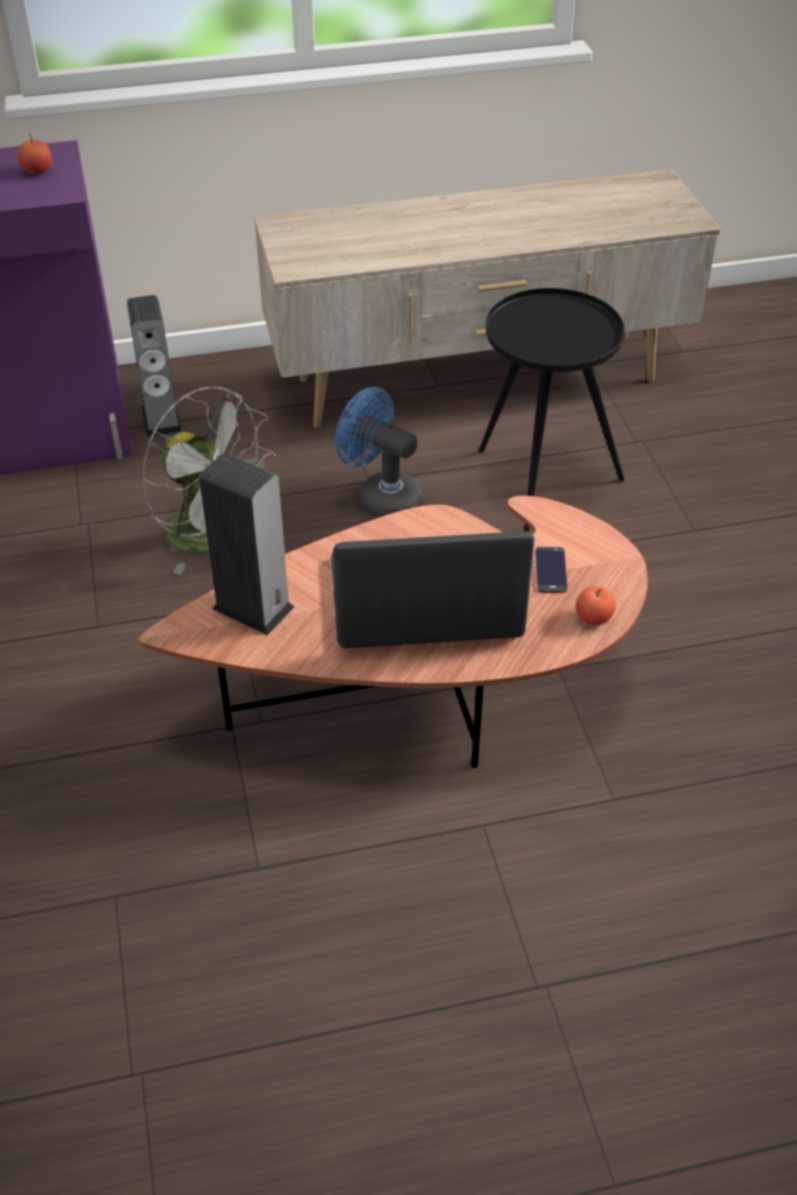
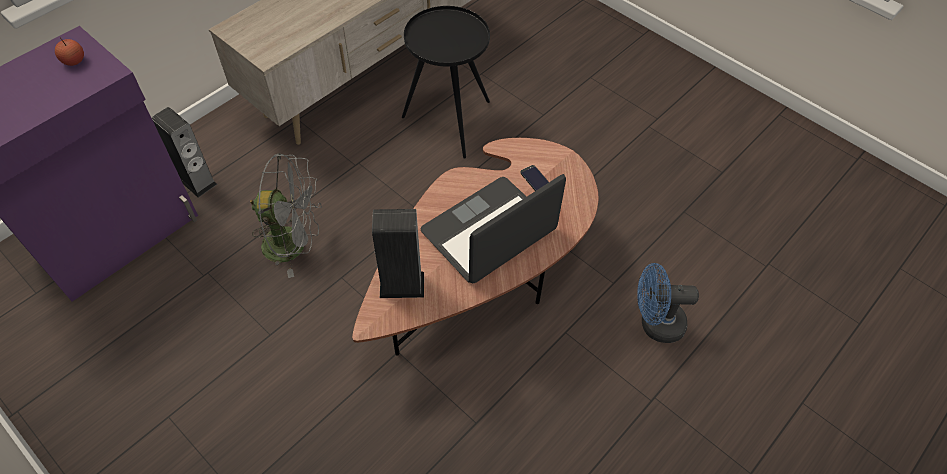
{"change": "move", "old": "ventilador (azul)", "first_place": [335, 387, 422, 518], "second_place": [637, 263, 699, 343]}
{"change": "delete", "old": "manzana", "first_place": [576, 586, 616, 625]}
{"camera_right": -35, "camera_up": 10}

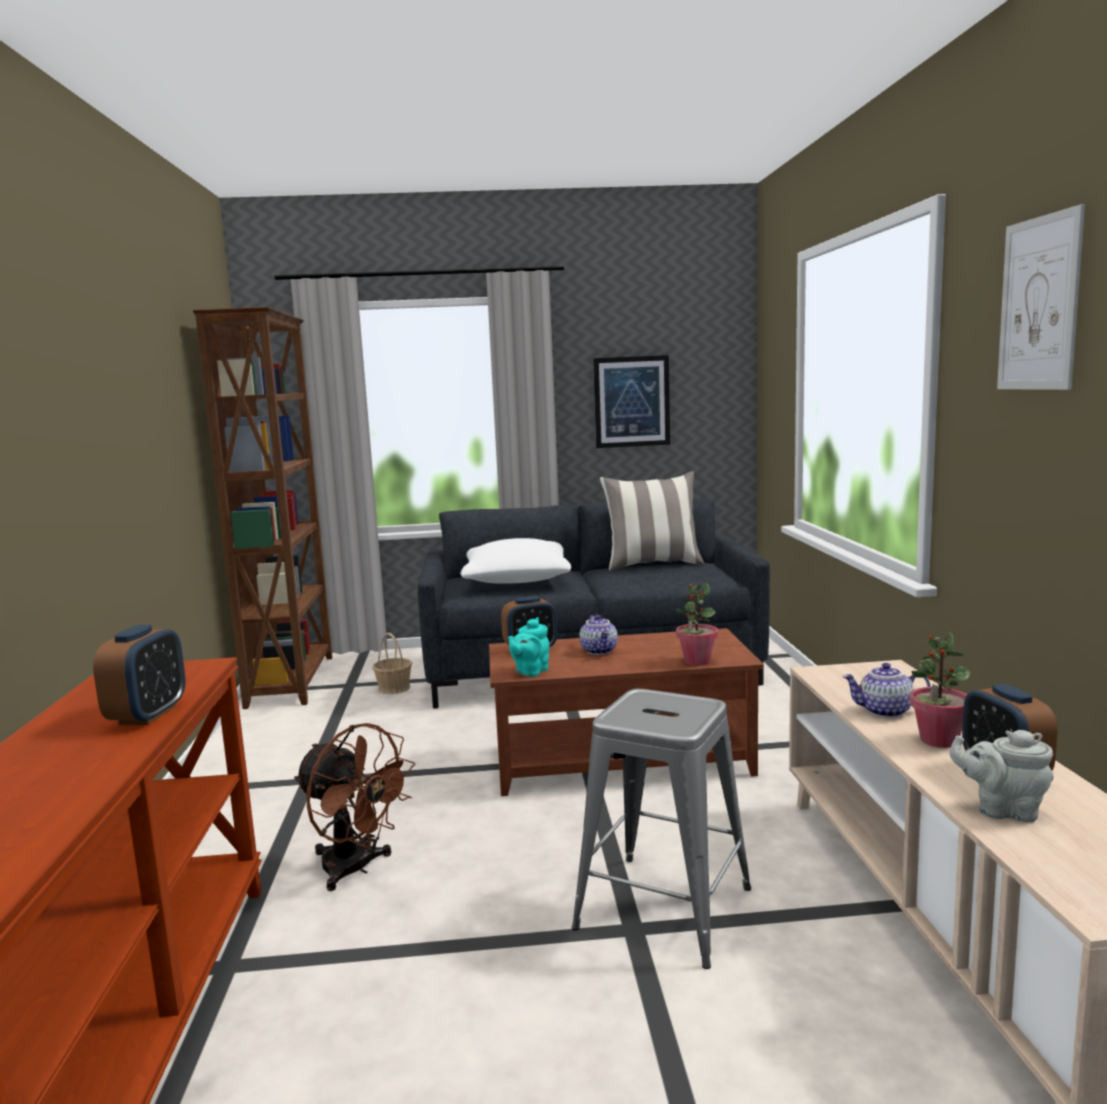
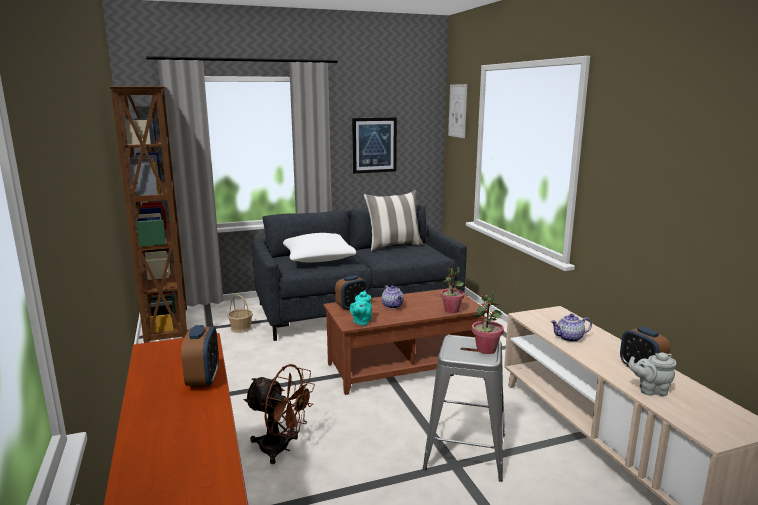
{"change": "move", "old": "planta en maceta", "first_place": [910, 632, 970, 748], "second_place": [472, 292, 504, 354]}
{"change": "move", "old": "cuadro", "first_place": [997, 204, 1085, 390], "second_place": [448, 84, 467, 138]}
{"camera_right": -15, "camera_up": 5}

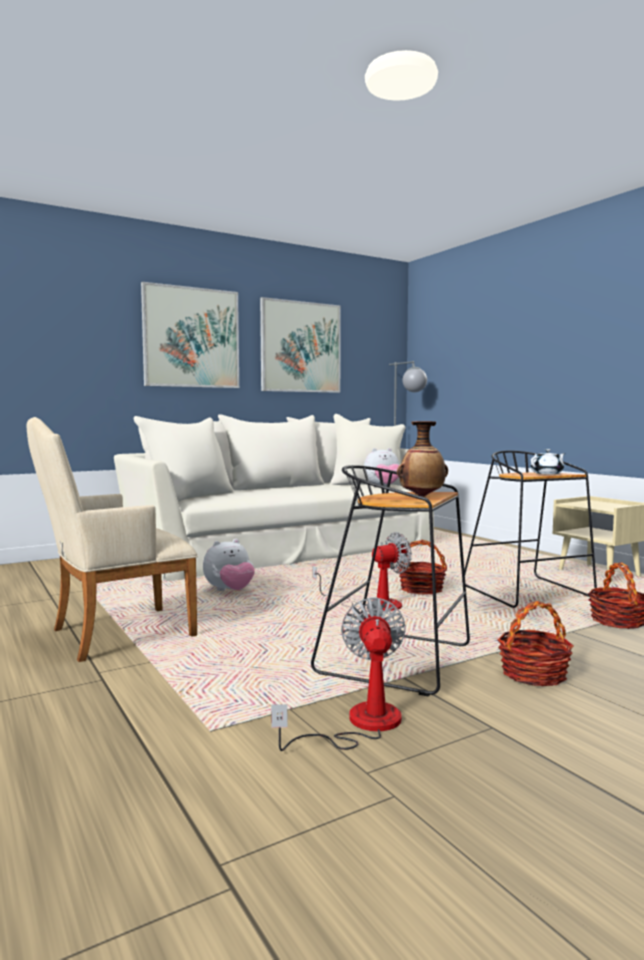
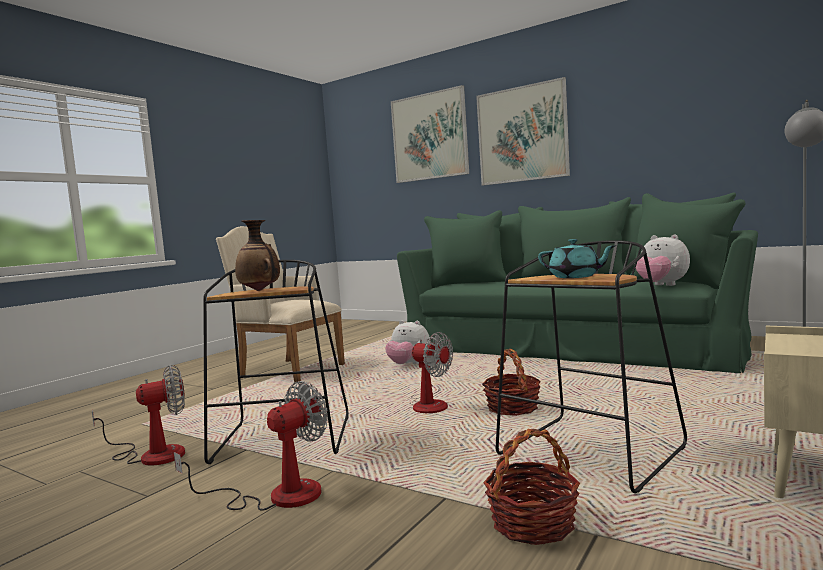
{"change": "recolor", "old": "sofá (beis)", "new": "sofá (verde)", "first_place": [114, 414, 436, 581], "second_place": [397, 193, 758, 373]}
{"change": "move", "old": "cuadro", "first_place": [260, 297, 341, 393], "second_place": [391, 85, 469, 183]}
{"change": "replace", "old": "cesta", "new": "ventilador", "first_place": [497, 601, 573, 687], "second_place": [174, 381, 328, 511]}
{"change": "recolor", "old": "tetera (blanco)", "new": "tetera (turquesa)", "first_place": [530, 449, 565, 474], "second_place": [538, 239, 617, 278]}
{"camera_right": 65, "camera_up": 0}

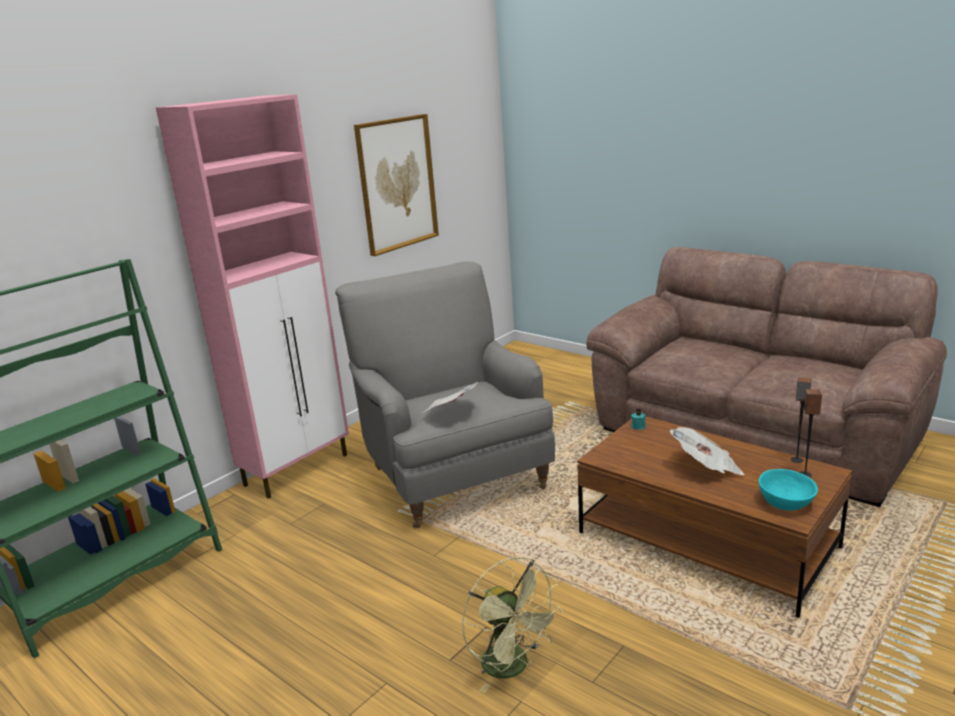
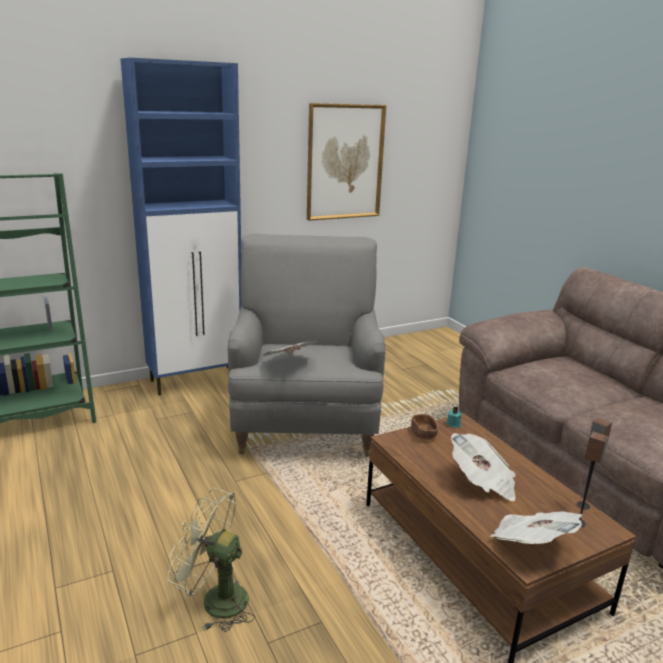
{"change": "recolor", "old": "armario (rosa)", "new": "armario (azul)", "first_place": [156, 94, 349, 499], "second_place": [120, 58, 242, 395]}
{"change": "rotate", "old": "ventilador (verde)", "first_place": [462, 557, 563, 693], "second_place": [167, 488, 255, 632], "degrees": 120}
{"change": "replace", "old": "cuenco (turquesa)", "new": "periódico", "first_place": [759, 469, 818, 511], "second_place": [490, 511, 582, 544]}
{"change": "insert", "new": "cuenco (marrón)", "second_place": [411, 414, 439, 439]}
{"camera_right": 20, "camera_up": 0}

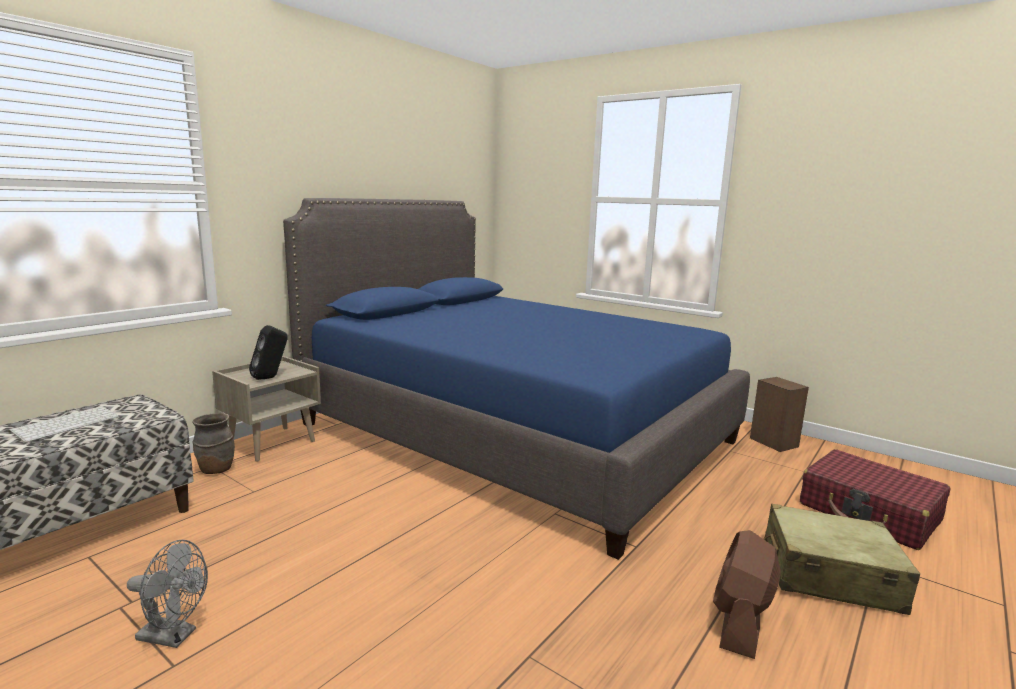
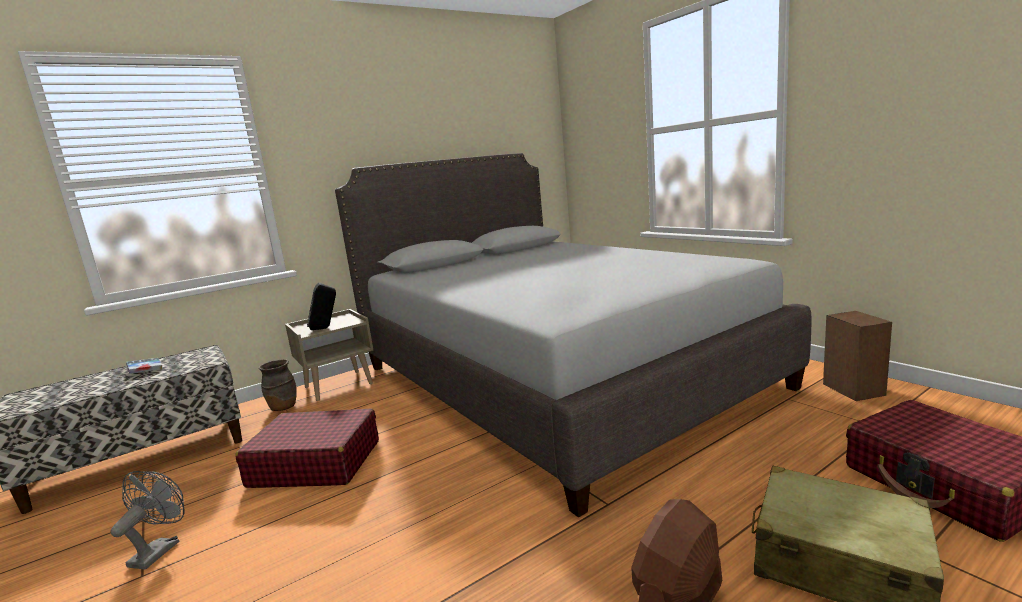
{"change": "replace", "old": "teclado", "new": "libro", "first_place": [8, 406, 119, 443], "second_place": [126, 358, 162, 374]}
{"change": "rotate", "old": "ventilador (gris)", "first_place": [127, 540, 208, 648], "second_place": [110, 471, 184, 570], "degrees": -105}
{"change": "recolor", "old": "cama (azul)", "new": "cama (gris)", "first_place": [283, 198, 750, 560], "second_place": [335, 153, 811, 518]}
{"change": "insert", "new": "maleta (rojo)", "second_place": [235, 408, 379, 488]}
{"camera_right": 20, "camera_up": 0}

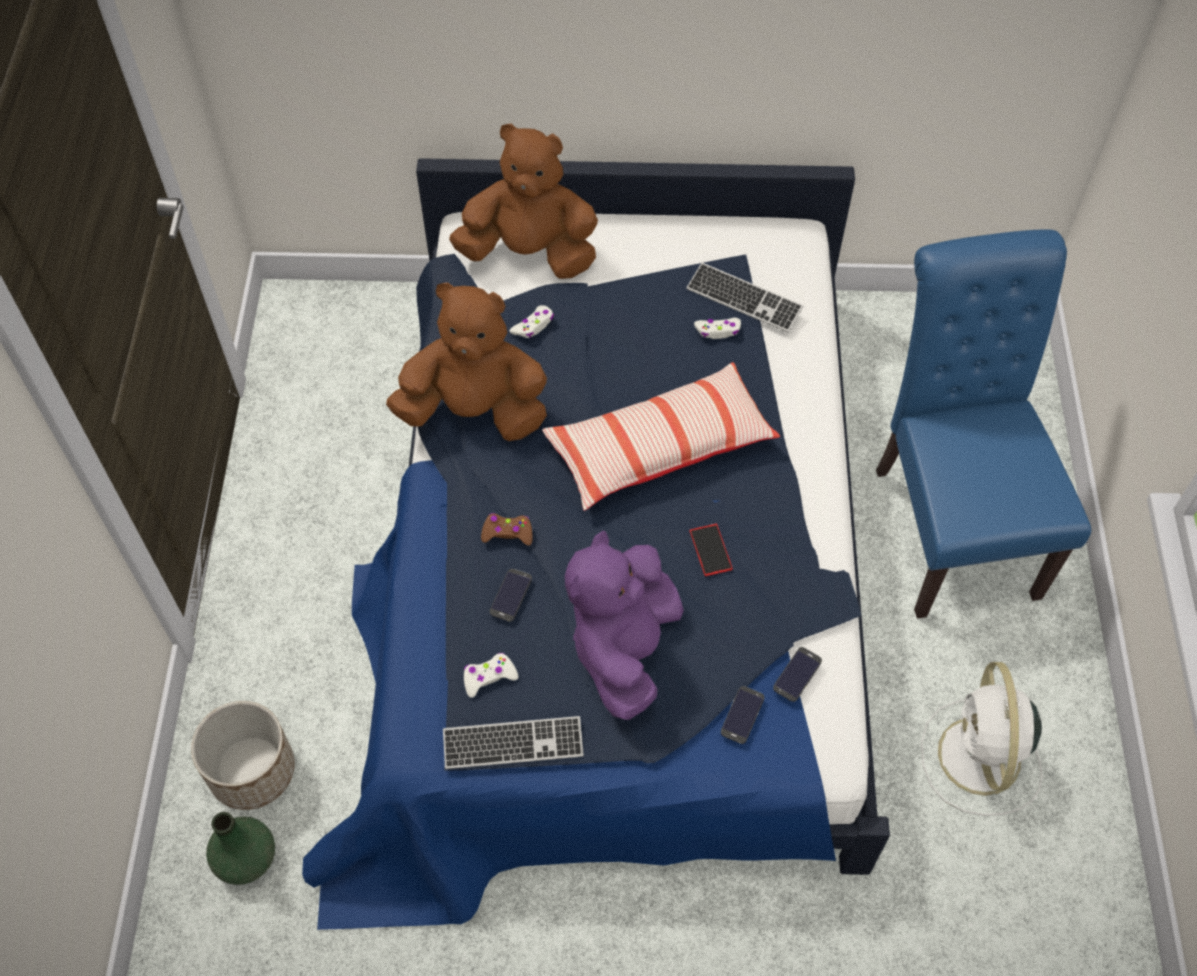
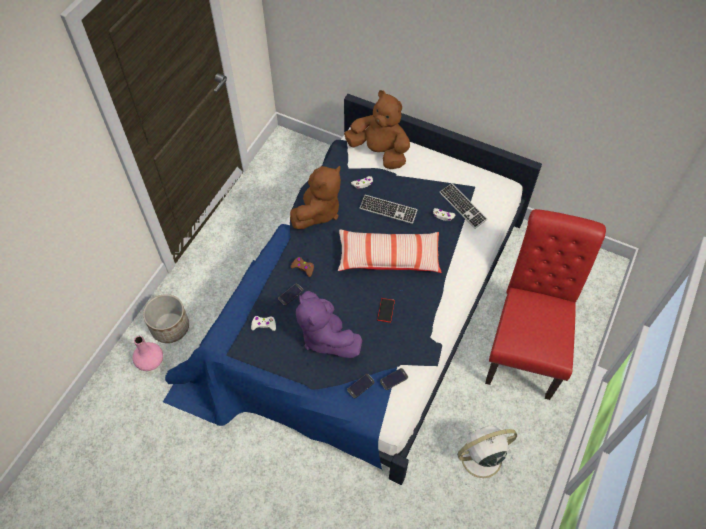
{"change": "recolor", "old": "florero (verde)", "new": "florero (rosa)", "first_place": [206, 812, 275, 885], "second_place": [133, 336, 163, 371]}
{"change": "rotate", "old": "peluche (marrón)", "first_place": [386, 282, 547, 441], "second_place": [290, 166, 341, 229], "degrees": 90}
{"change": "move", "old": "teclado", "first_place": [443, 716, 584, 769], "second_place": [360, 195, 418, 224]}
{"change": "rotate", "old": "peluche (morado)", "first_place": [565, 531, 684, 720], "second_place": [296, 291, 362, 358], "degrees": -75}
{"change": "recolor", "old": "silla (azul)", "new": "silla (rojo)", "first_place": [876, 229, 1091, 619], "second_place": [485, 209, 606, 400]}
{"change": "rotate", "old": "ventilador (blanco)", "first_place": [921, 662, 1043, 816], "second_place": [450, 426, 517, 490], "degrees": 45}
{"camera_right": 25, "camera_up": 0}

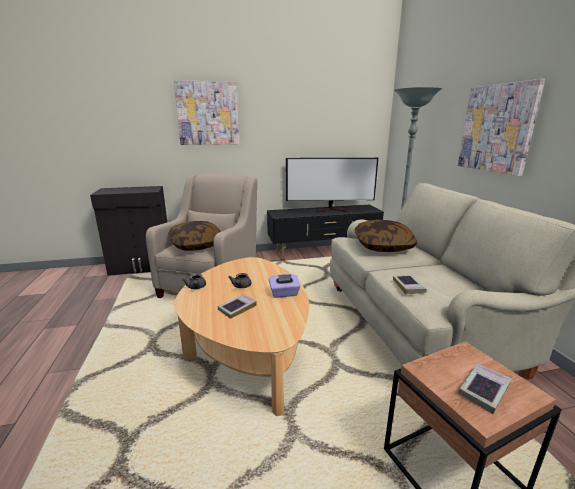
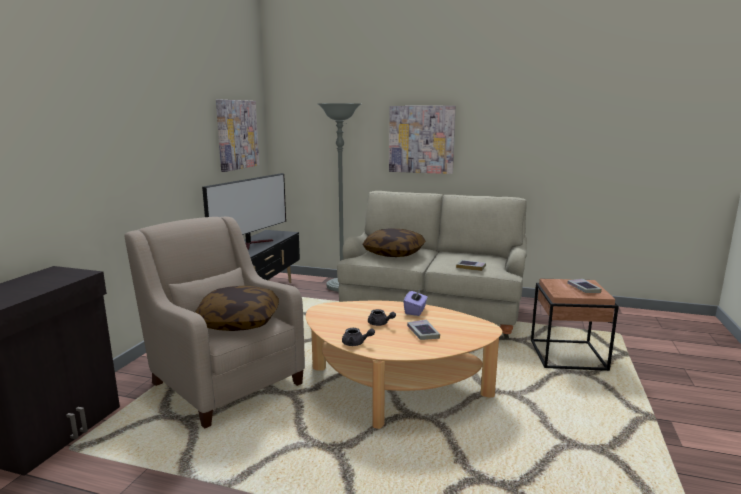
{"change": "move", "old": "cuadro", "first_place": [174, 80, 239, 145], "second_place": [216, 100, 259, 172]}
{"camera_right": -60, "camera_up": -5}

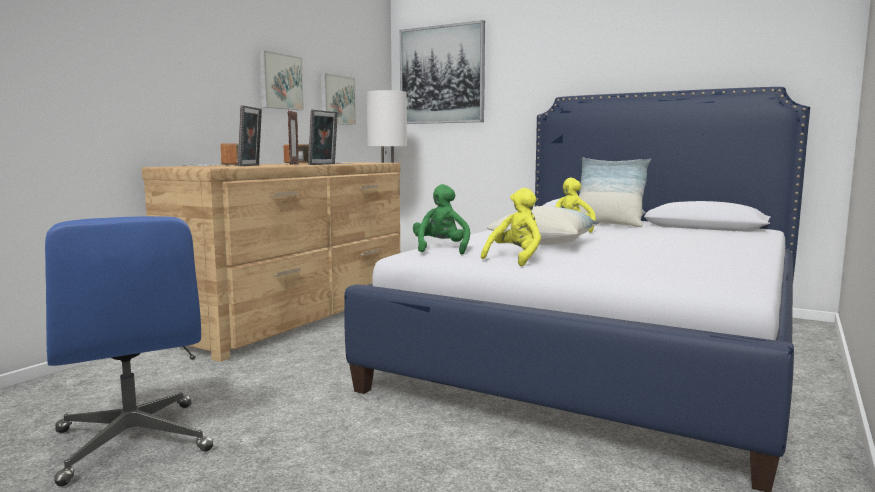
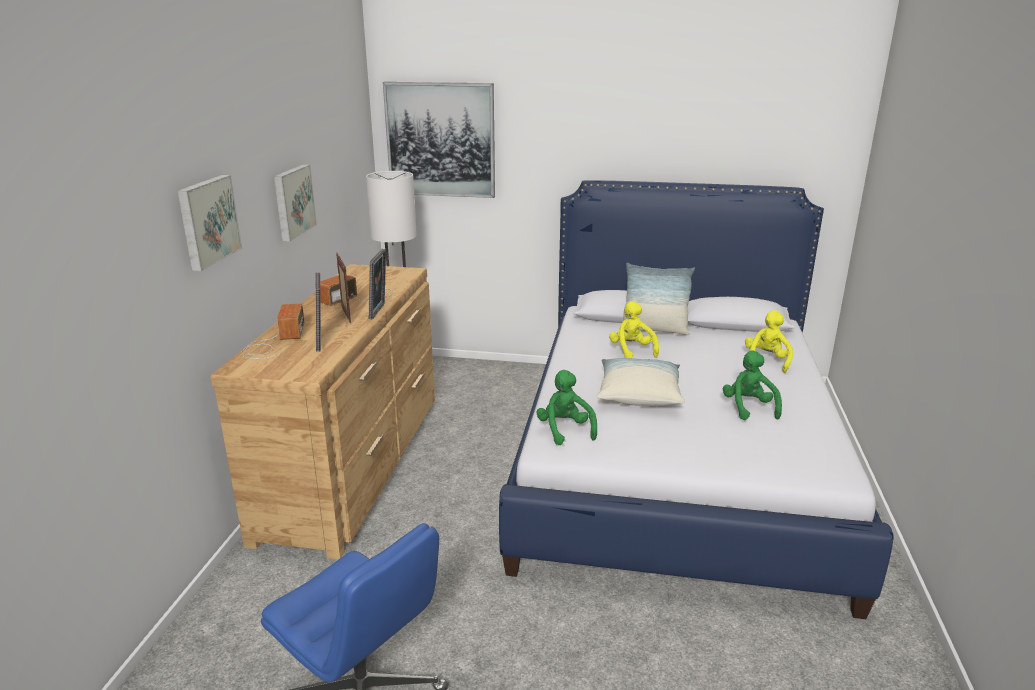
{"change": "move", "old": "cuadro", "first_place": [320, 73, 356, 125], "second_place": [177, 175, 242, 271]}
{"change": "move", "old": "peluche (amarillo)", "first_place": [481, 188, 541, 266], "second_place": [745, 310, 793, 373]}
{"change": "insert", "new": "peluche (verde)", "second_place": [723, 351, 782, 420]}
{"camera_right": -20, "camera_up": 15}

